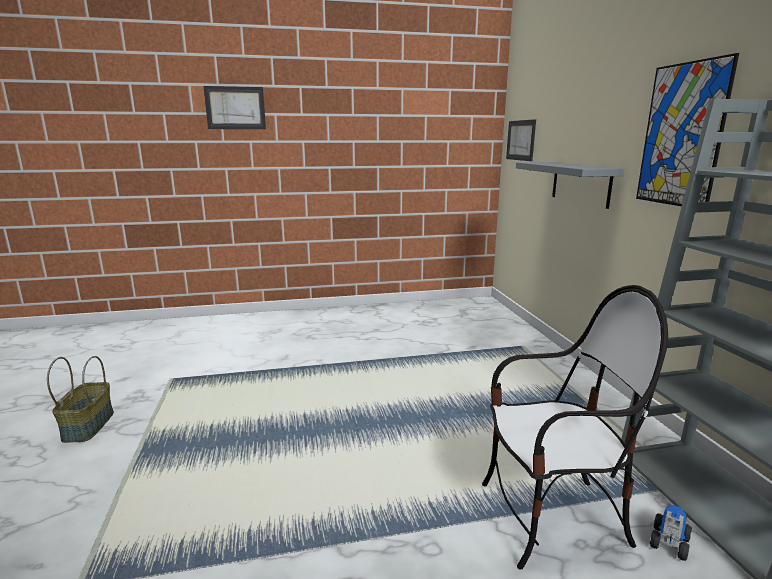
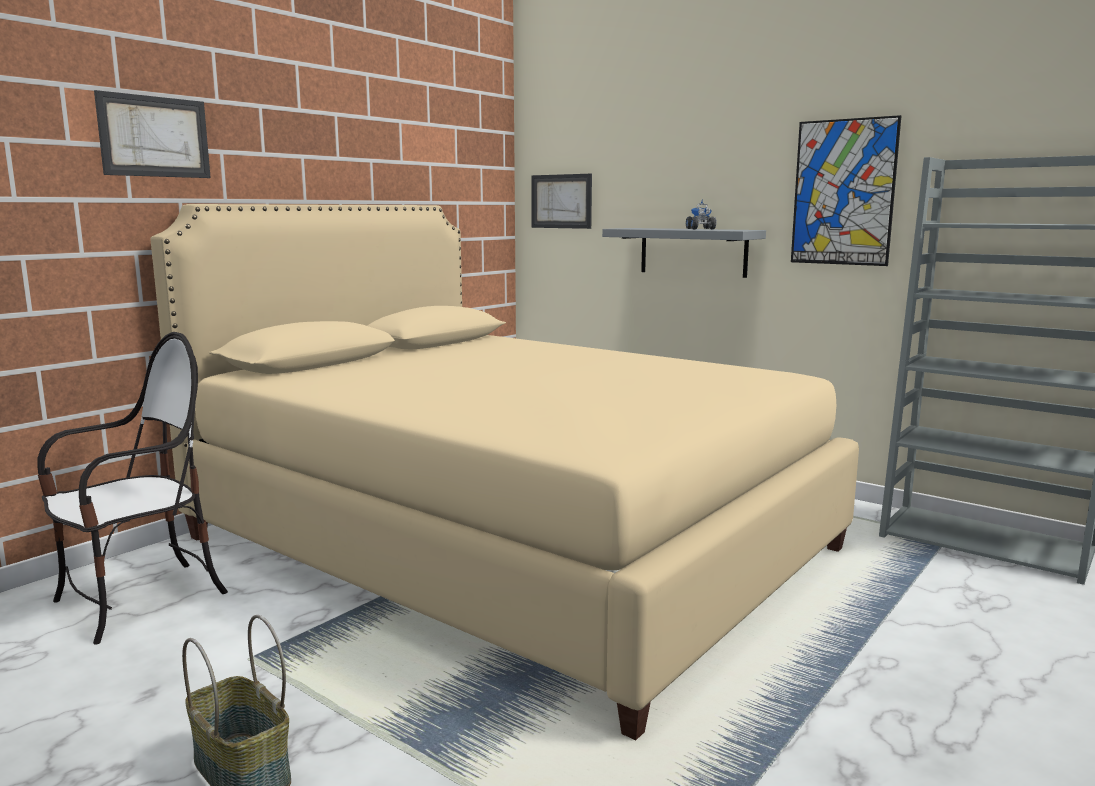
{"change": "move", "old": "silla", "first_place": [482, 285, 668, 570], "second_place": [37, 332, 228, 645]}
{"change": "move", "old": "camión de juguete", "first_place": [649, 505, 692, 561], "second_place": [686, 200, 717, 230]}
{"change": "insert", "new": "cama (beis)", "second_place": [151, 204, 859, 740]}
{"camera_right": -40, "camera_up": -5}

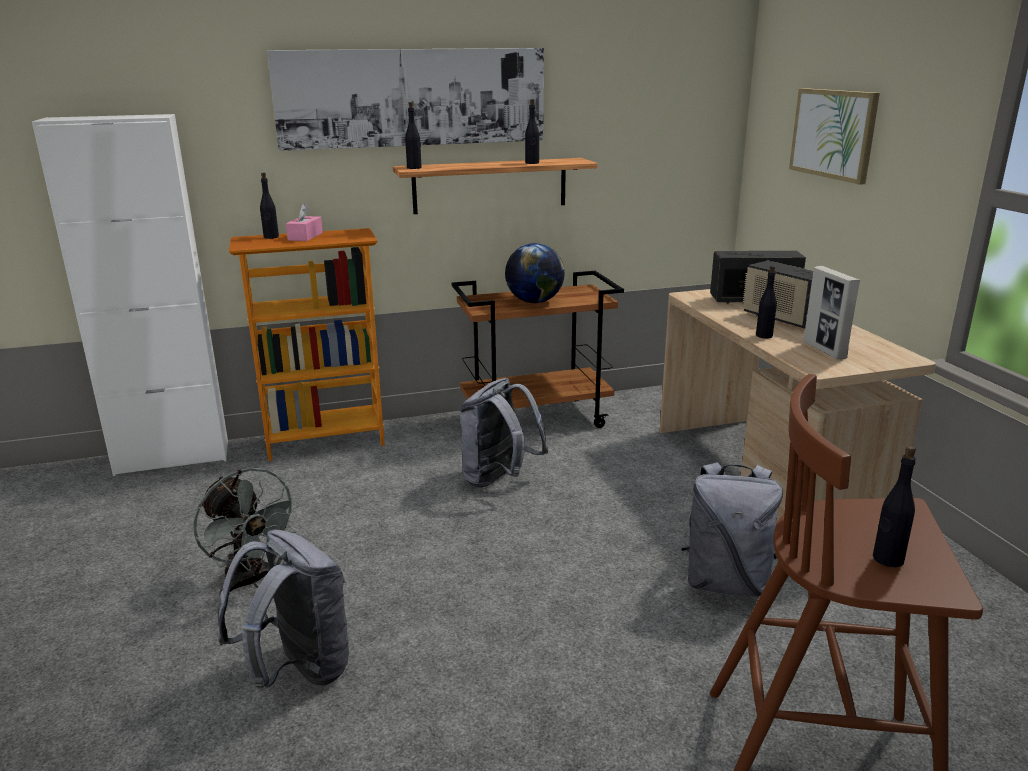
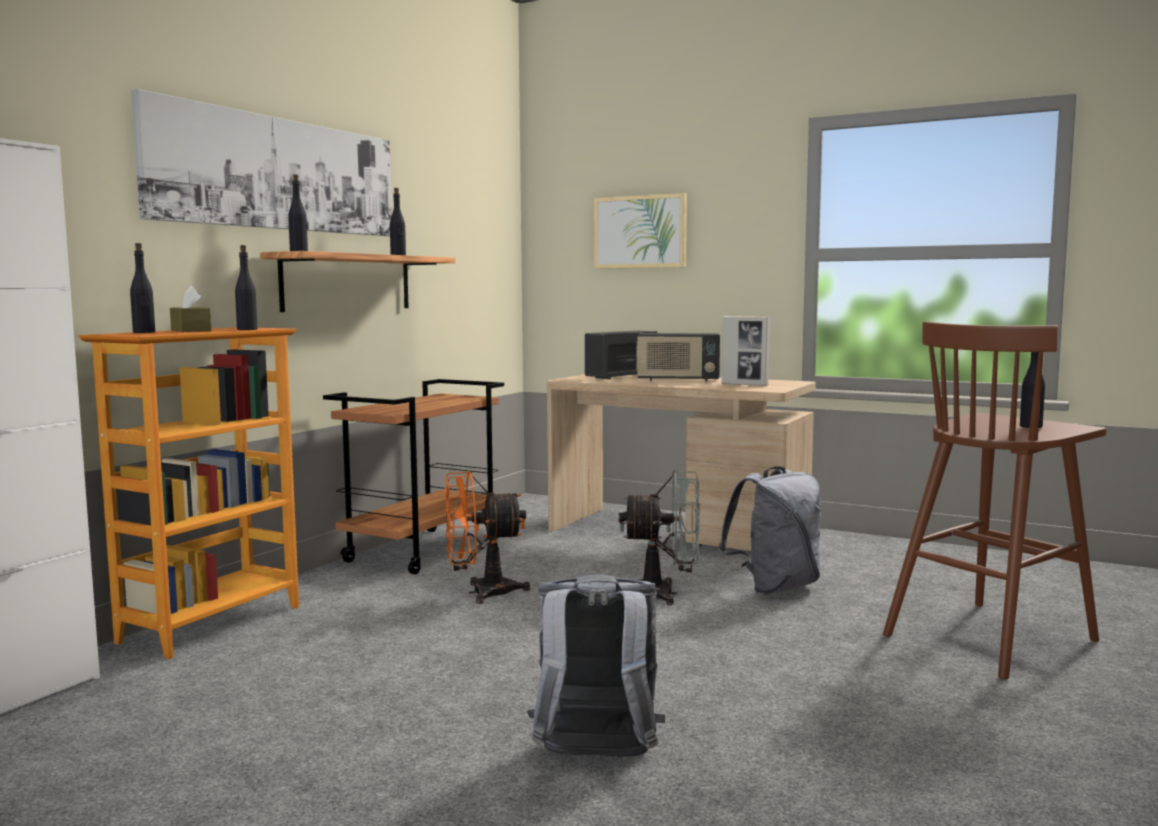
{"change": "move", "old": "ventilador (gris)", "first_place": [193, 468, 300, 594], "second_place": [619, 471, 700, 605]}
{"change": "recolor", "old": "caja de pañuelos (rosa)", "new": "caja de pañuelos (marrón)", "first_place": [286, 203, 323, 241], "second_place": [170, 286, 211, 332]}
{"change": "replace", "old": "mochila (gris)", "new": "ventilador (naranja)", "first_place": [460, 378, 548, 488], "second_place": [445, 471, 530, 604]}
{"change": "delete", "old": "globo terráqueo", "first_place": [505, 243, 565, 303]}
{"change": "move", "old": "botella (negro)", "first_place": [756, 266, 777, 338], "second_place": [235, 245, 258, 330]}
{"camera_right": -45, "camera_up": -15}

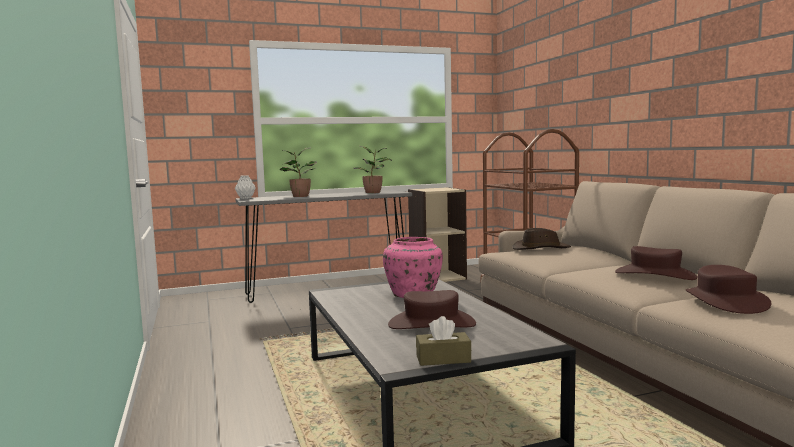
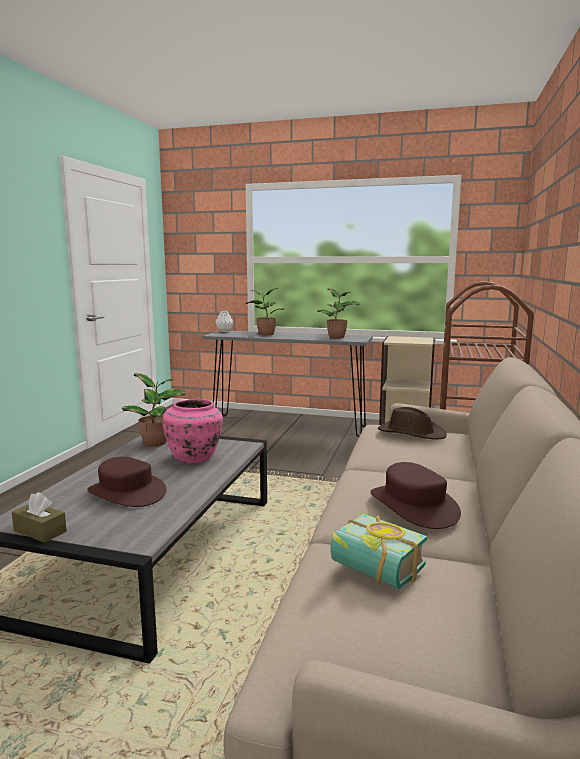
{"change": "replace", "old": "sombrero (marrón)", "new": "libro", "first_place": [686, 265, 772, 314], "second_place": [330, 514, 427, 589]}
{"change": "insert", "new": "planta en maceta", "second_place": [122, 373, 186, 447]}
{"camera_right": 35, "camera_up": 5}

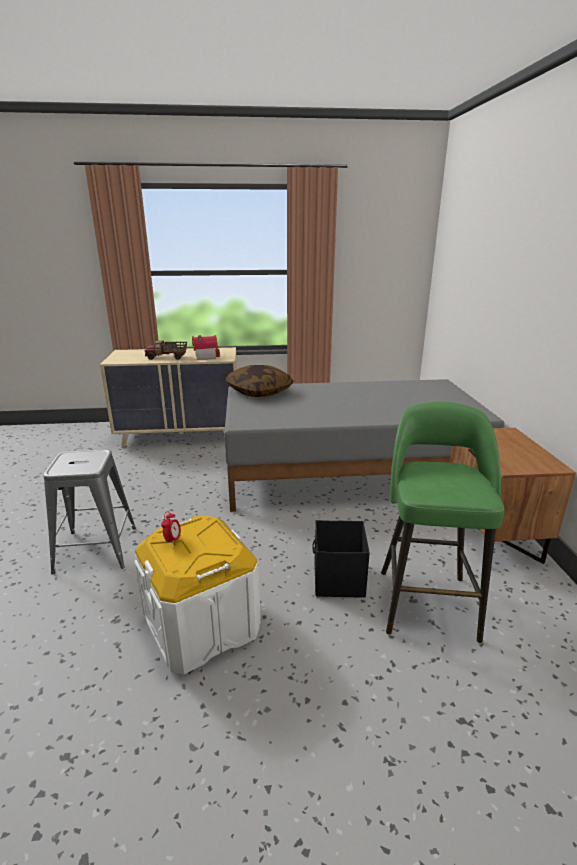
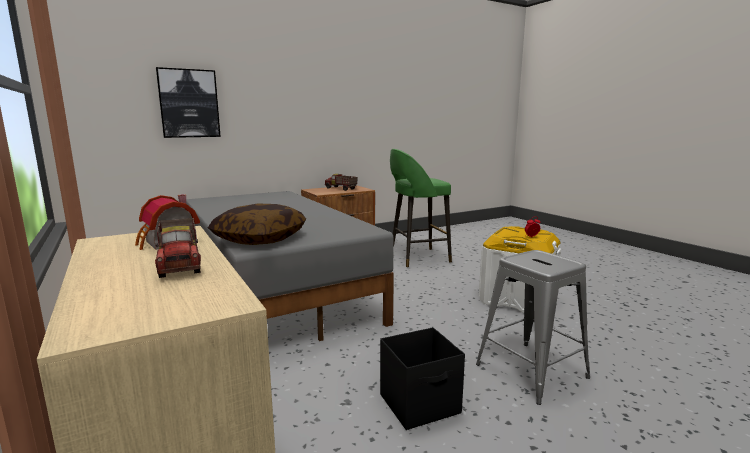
{"change": "move", "old": "caja de almacenaje (negro)", "first_place": [312, 520, 370, 598], "second_place": [380, 327, 465, 430]}
{"change": "insert", "new": "cuadro", "second_place": [156, 67, 221, 138]}
{"change": "insert", "new": "camión de juguete", "second_place": [325, 174, 358, 191]}
{"camera_right": -115, "camera_up": -10}

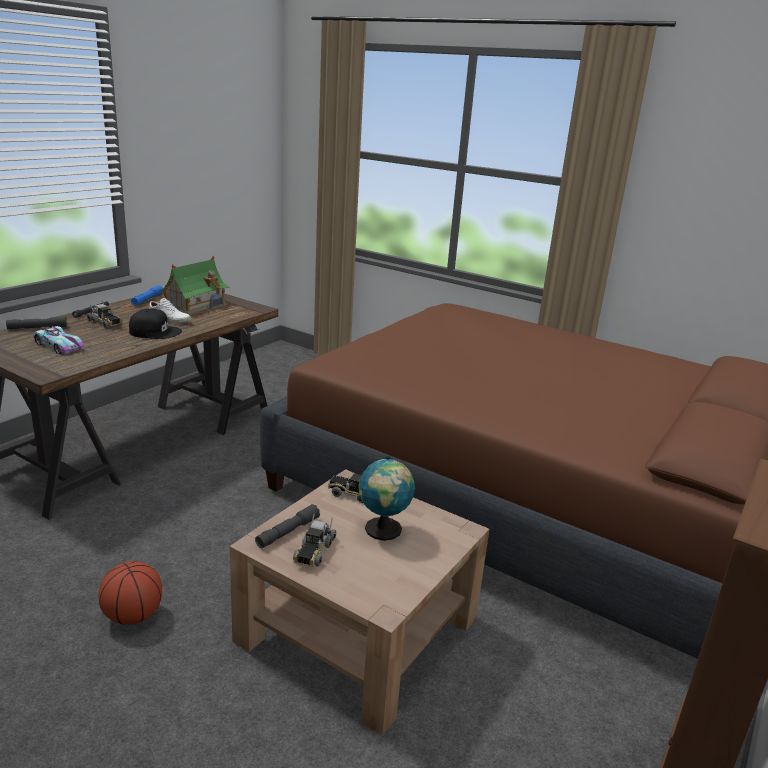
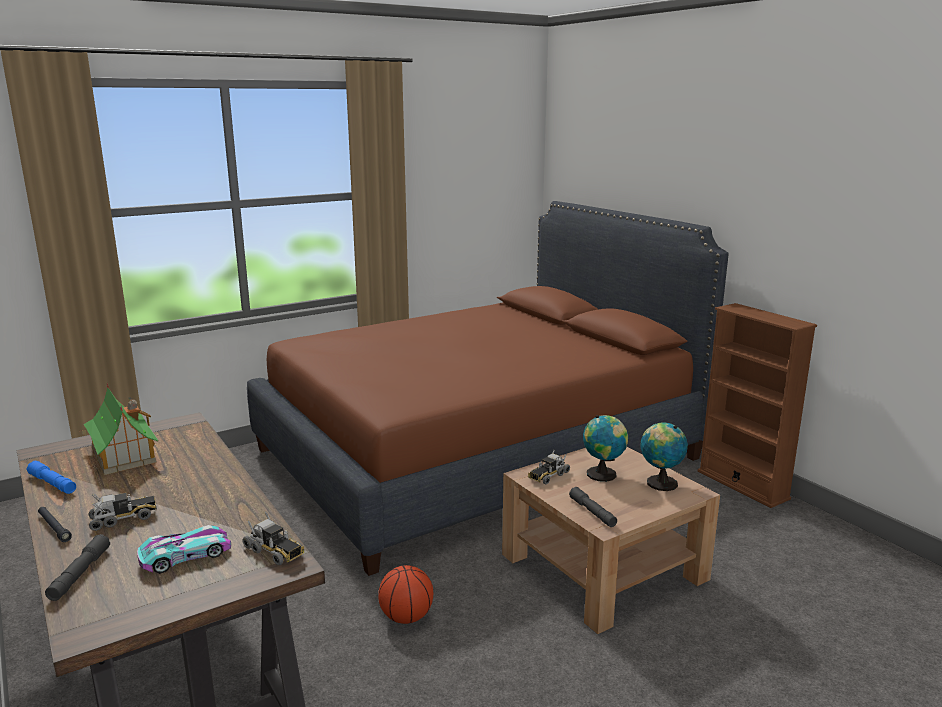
{"change": "move", "old": "balón de baloncesto", "first_place": [99, 561, 162, 625], "second_place": [378, 565, 433, 624]}
{"change": "delete", "old": "gorra (negro)", "first_place": [129, 308, 182, 339]}
{"change": "delete", "old": "zapato (blanco)", "first_place": [149, 298, 191, 323]}
{"change": "move", "old": "camión de juguete", "first_place": [293, 513, 336, 567], "second_place": [242, 512, 304, 565]}
{"change": "insert", "new": "globo terráqueo", "second_place": [640, 422, 688, 491]}
{"camera_right": -65, "camera_up": -5}

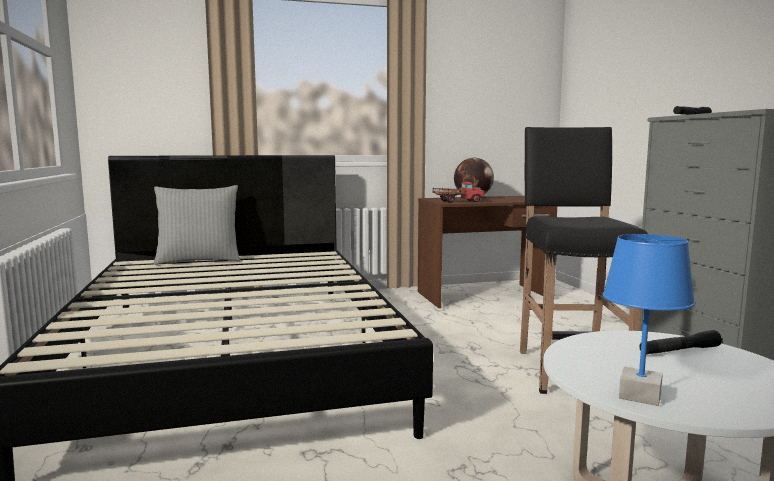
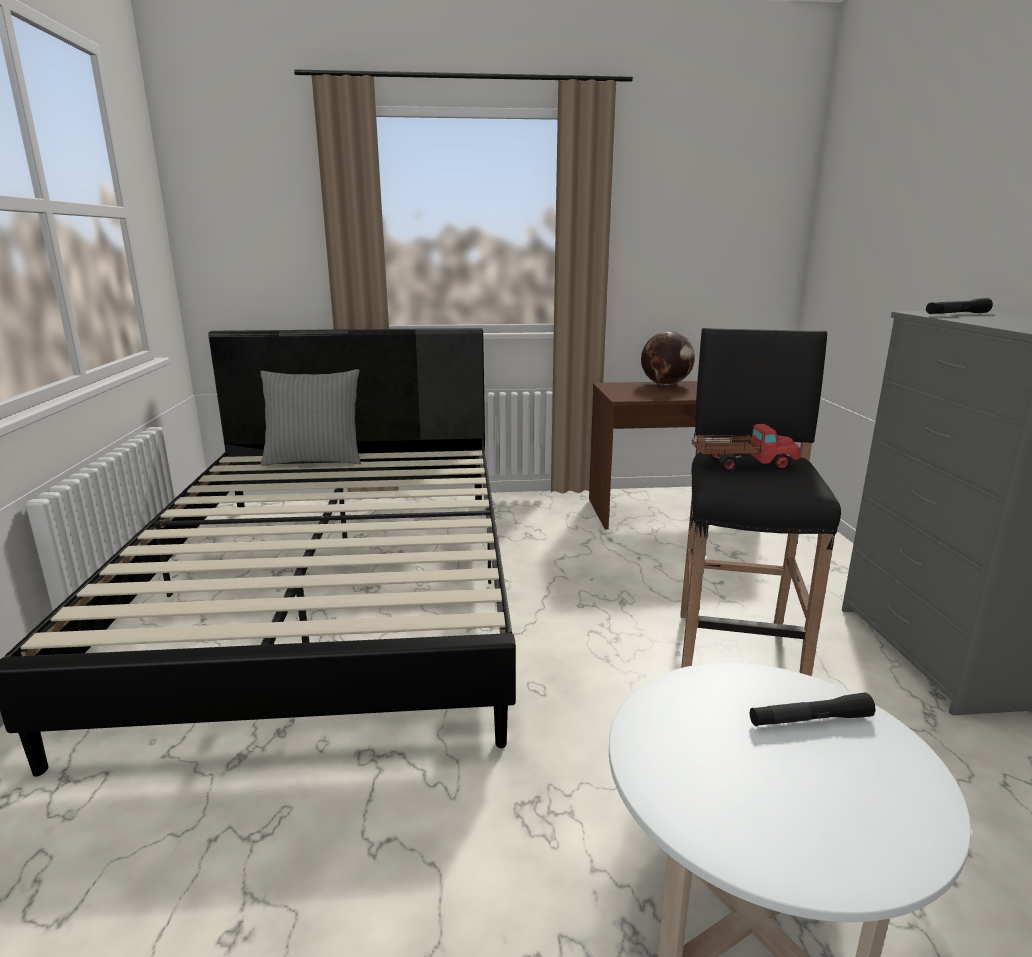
{"change": "move", "old": "camión de juguete", "first_place": [432, 181, 486, 203], "second_place": [691, 424, 802, 472]}
{"change": "delete", "old": "lámpara de mesa (azul)", "first_place": [603, 234, 695, 406]}
{"camera_right": 10, "camera_up": 10}

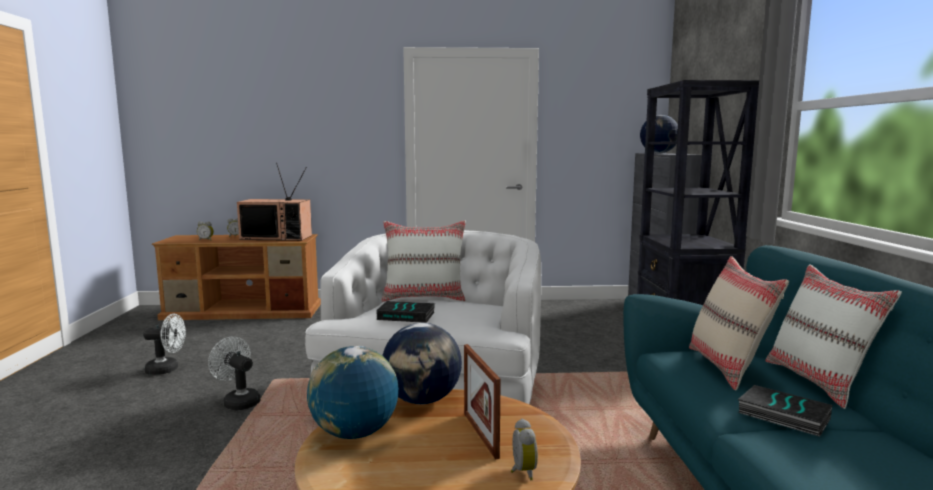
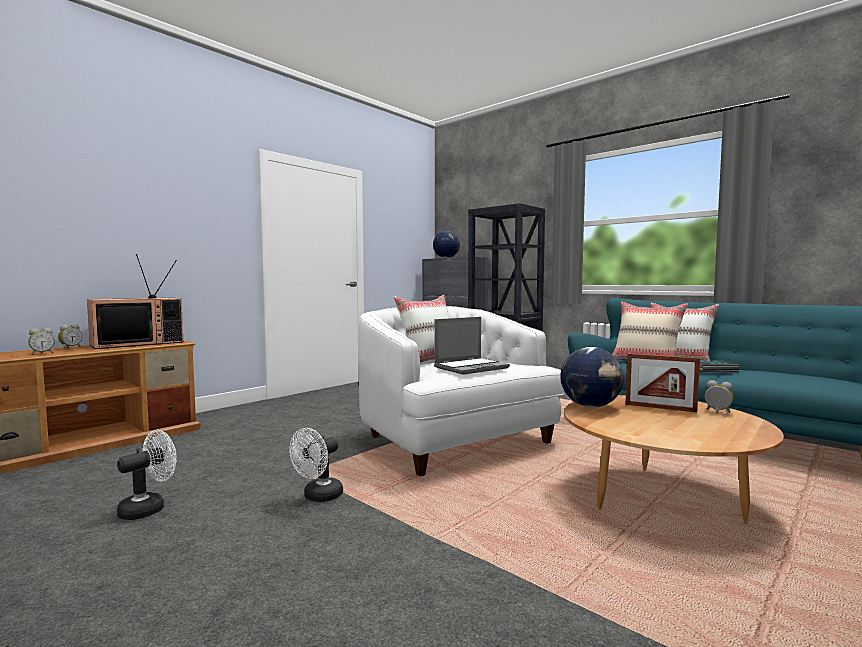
{"change": "rotate", "old": "ventilador (blanco)", "first_place": [208, 337, 261, 410], "second_place": [289, 428, 343, 502], "degrees": -45}
{"change": "delete", "old": "globo terráqueo", "first_place": [307, 346, 399, 439]}
{"change": "replace", "old": "libro", "new": "portátil", "first_place": [376, 301, 435, 323], "second_place": [434, 317, 510, 375]}
{"camera_right": -45, "camera_up": -5}

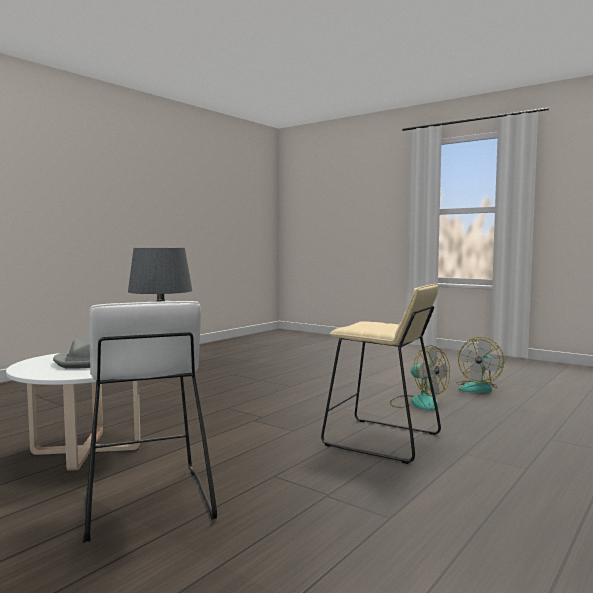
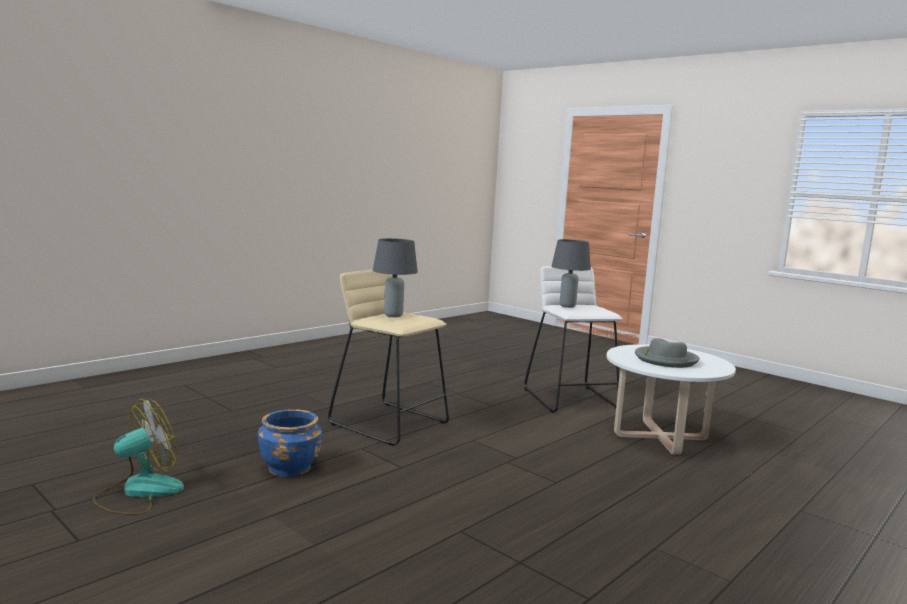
{"change": "replace", "old": "ventilador", "new": "maceta (azul)", "first_place": [390, 345, 450, 411], "second_place": [258, 409, 323, 477]}
{"change": "insert", "new": "lámpara de mesa (gris)", "second_place": [373, 238, 418, 317]}
{"camera_right": -175, "camera_up": 5}

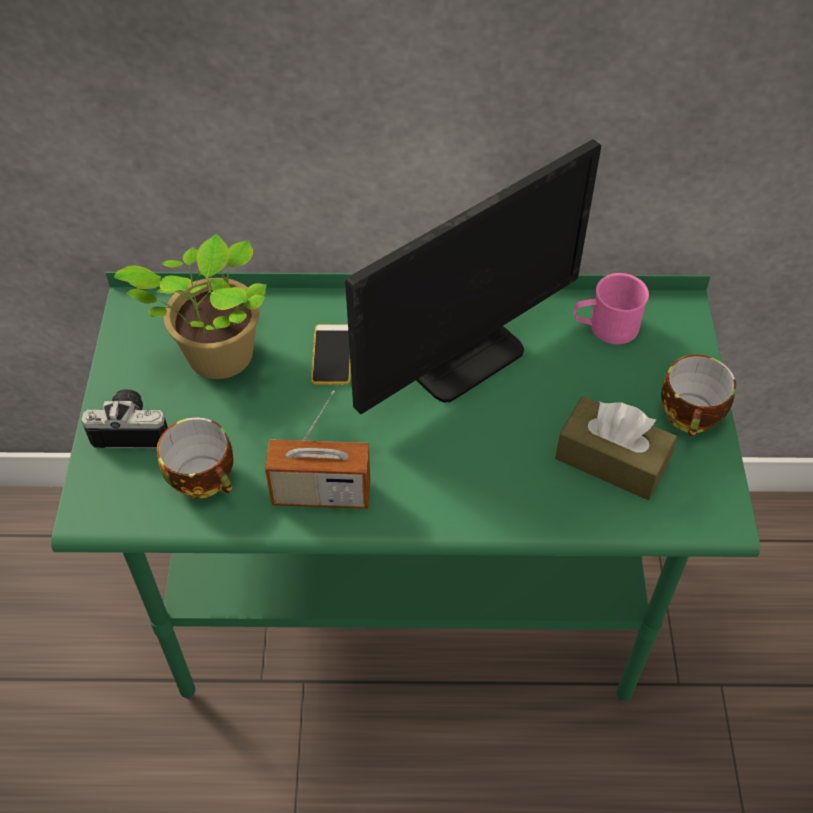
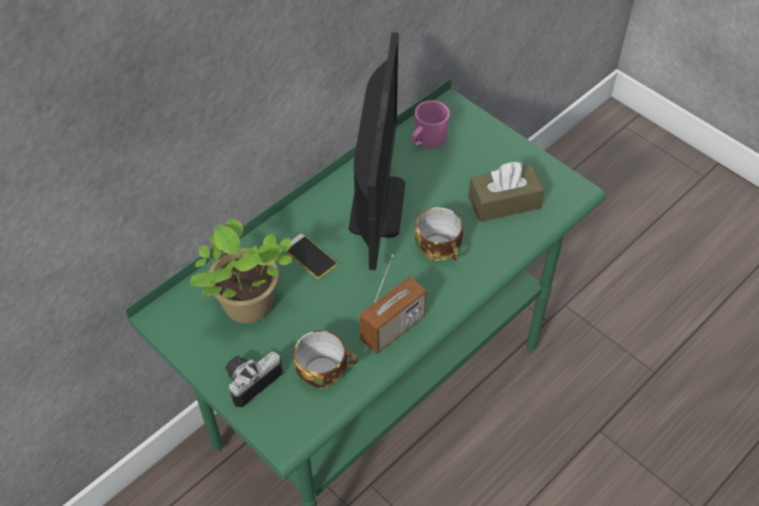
{"change": "move", "old": "taza", "first_place": [661, 355, 736, 437], "second_place": [415, 207, 463, 261]}
{"camera_right": -45, "camera_up": 0}

